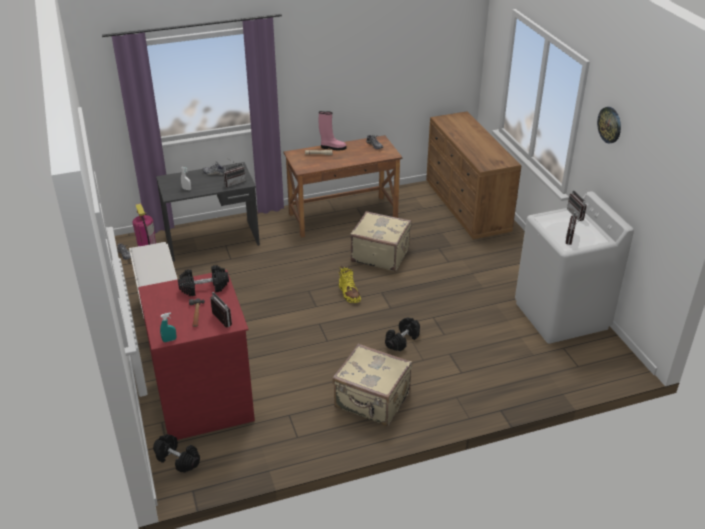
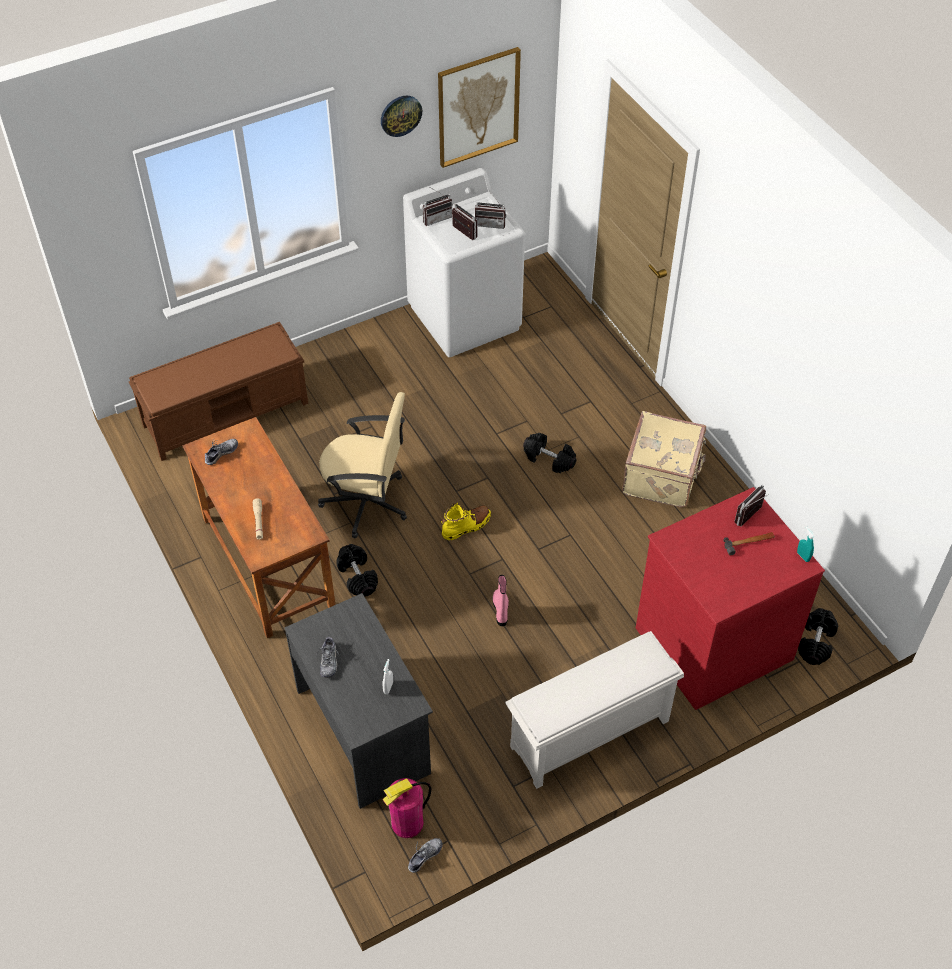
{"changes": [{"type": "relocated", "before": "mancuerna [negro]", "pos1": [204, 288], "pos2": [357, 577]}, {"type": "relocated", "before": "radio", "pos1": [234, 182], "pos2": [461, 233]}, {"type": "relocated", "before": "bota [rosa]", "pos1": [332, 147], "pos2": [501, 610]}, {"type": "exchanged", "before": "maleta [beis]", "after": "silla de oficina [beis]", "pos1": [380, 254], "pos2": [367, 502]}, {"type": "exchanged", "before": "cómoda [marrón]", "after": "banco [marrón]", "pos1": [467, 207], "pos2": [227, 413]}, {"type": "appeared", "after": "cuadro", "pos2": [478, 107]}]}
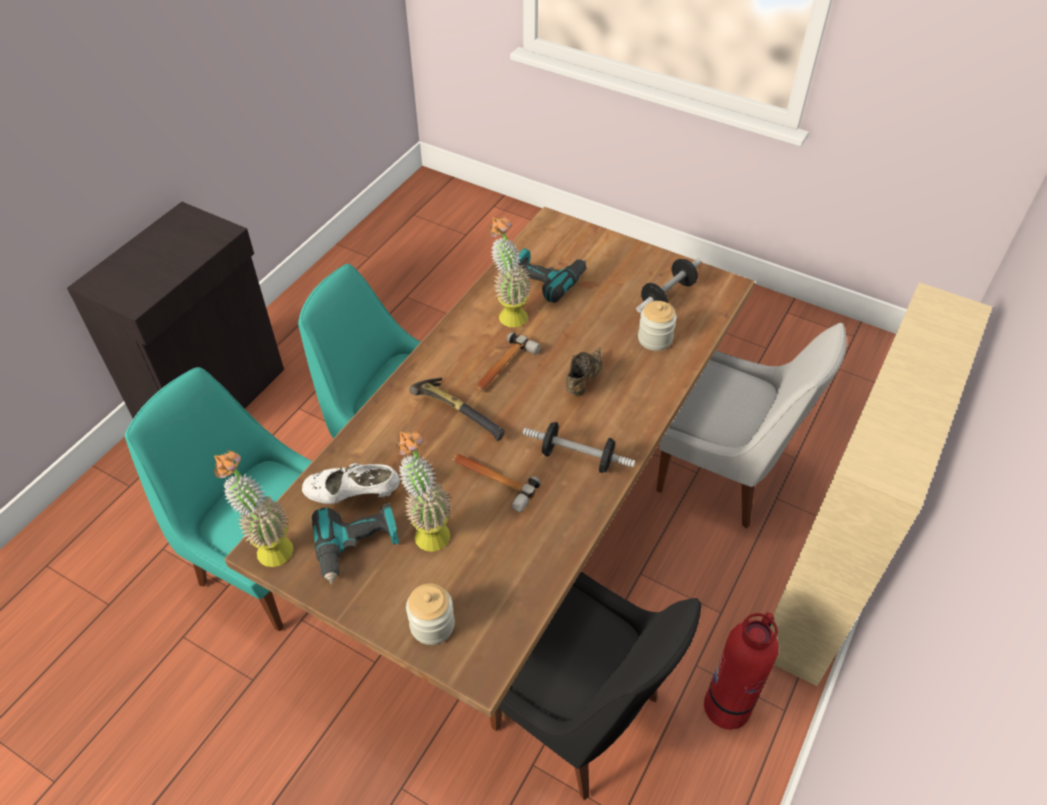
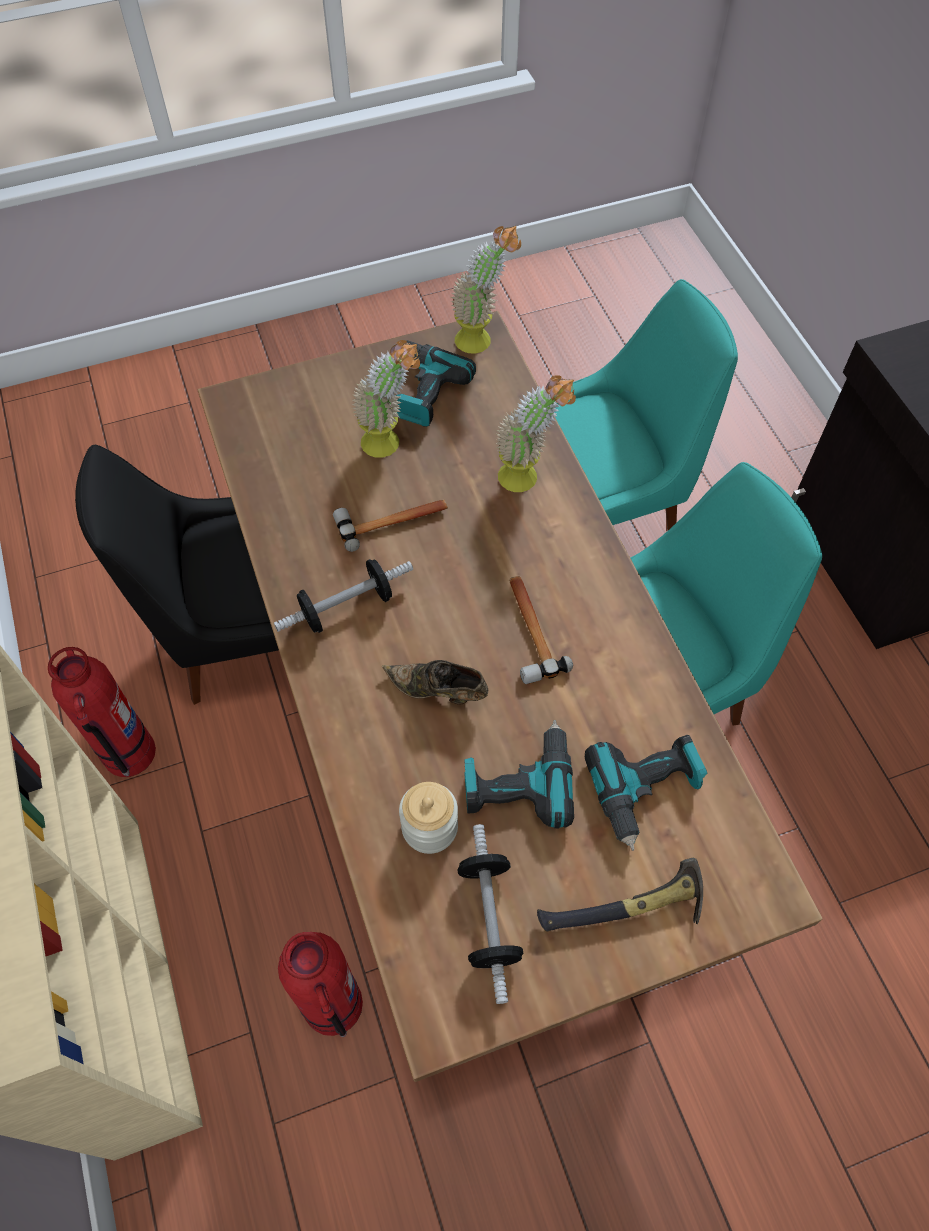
{"changes": [{"type": "missing", "before": "zapato [blanco]", "pos1": [353, 495]}, {"type": "missing", "before": "tarro", "pos1": [432, 625]}, {"type": "relocated", "before": "martillo", "pos1": [460, 412], "pos2": [627, 911]}, {"type": "relocated", "before": "planta en maceta", "pos1": [509, 312], "pos2": [528, 477]}, {"type": "spun", "before": "zapato [marrón]", "pos1": [582, 381], "pos2": [438, 692], "turn": 135}, {"type": "exchanged", "before": "silla [blanco]", "after": "extintor", "pos1": [725, 473], "pos2": [332, 1006]}, {"type": "appeared", "after": "taladro", "pos2": [518, 781]}]}
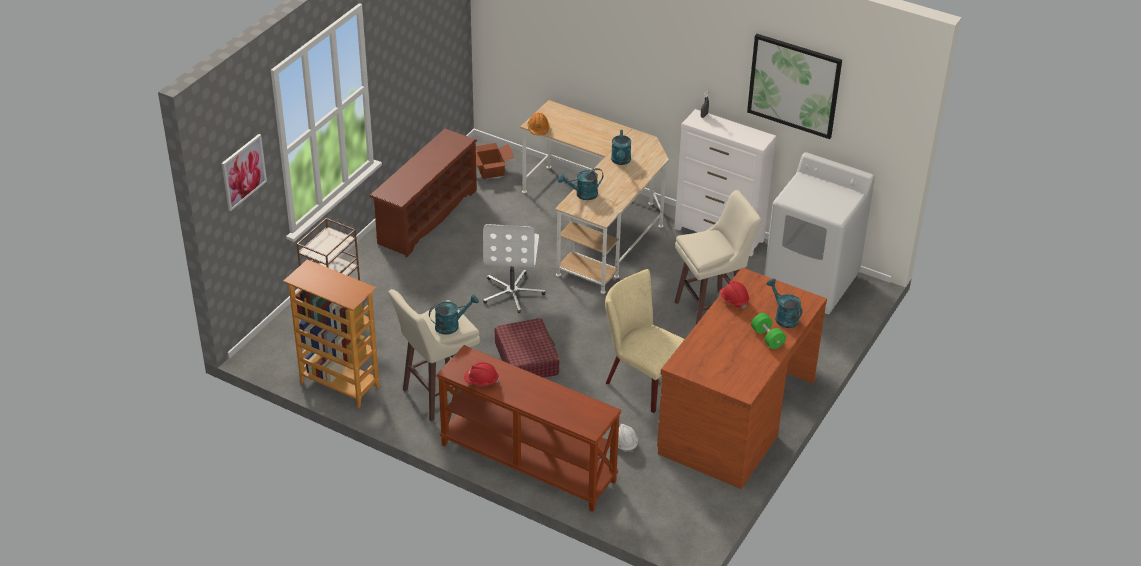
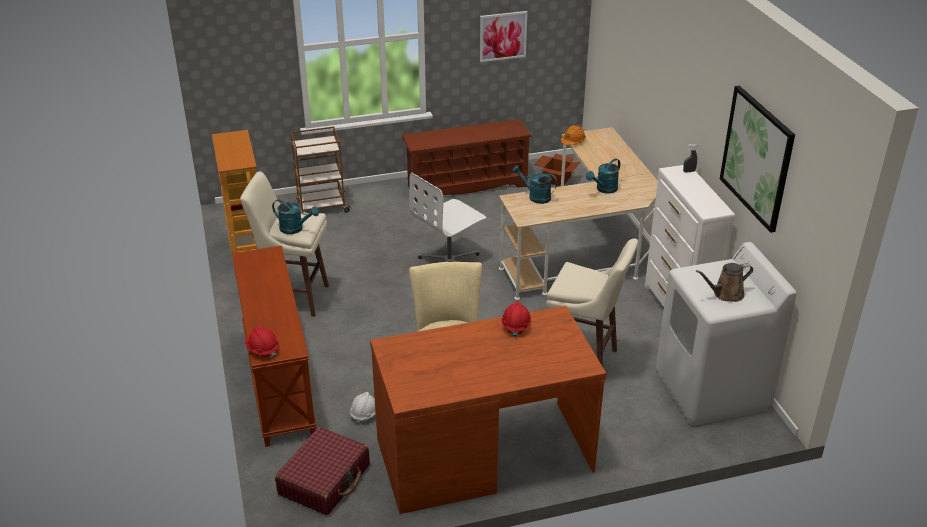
{"changes": [{"type": "relocated", "before": "cuadro", "pos1": [243, 172], "pos2": [502, 36]}, {"type": "relocated", "before": "casco [rojo]", "pos1": [481, 382], "pos2": [262, 349]}, {"type": "relocated", "before": "maleta [rojo]", "pos1": [526, 359], "pos2": [324, 480]}, {"type": "missing", "before": "mancuerna [verde]", "pos1": [767, 338]}, {"type": "missing", "before": "regadera [turquesa]", "pos1": [783, 317]}, {"type": "appeared", "after": "regadera [marrón]", "pos2": [725, 294]}]}
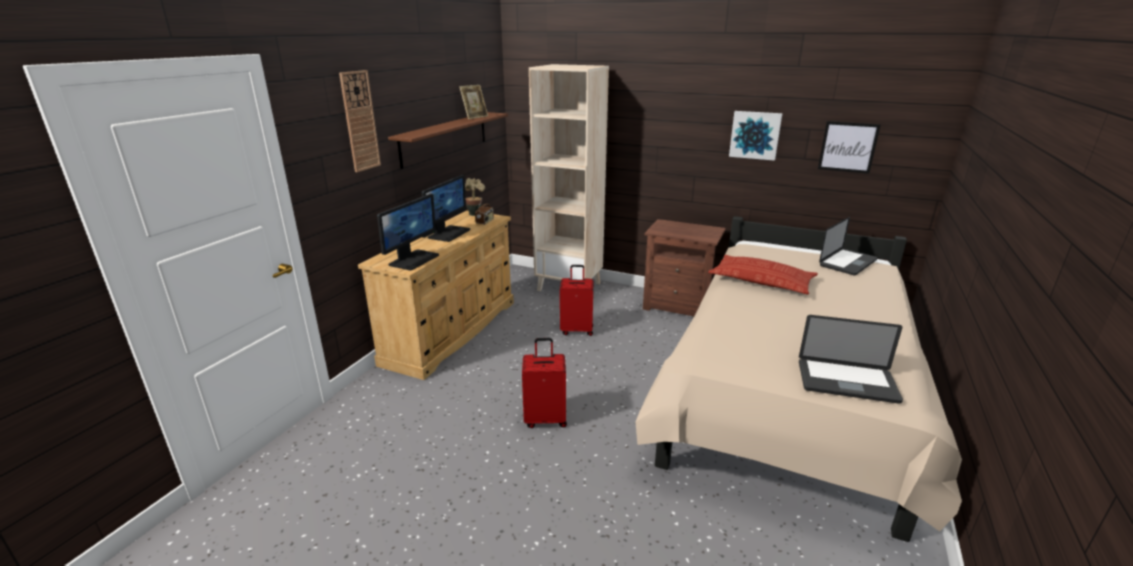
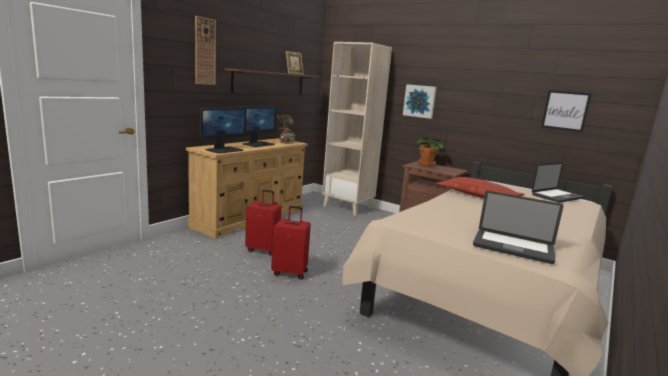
{"changes": [{"type": "relocated", "before": "maleta [rojo]", "pos1": [577, 330], "pos2": [263, 250]}, {"type": "relocated", "before": "cuadro", "pos1": [755, 135], "pos2": [420, 101]}, {"type": "appeared", "after": "planta en maceta", "pos2": [426, 165]}]}
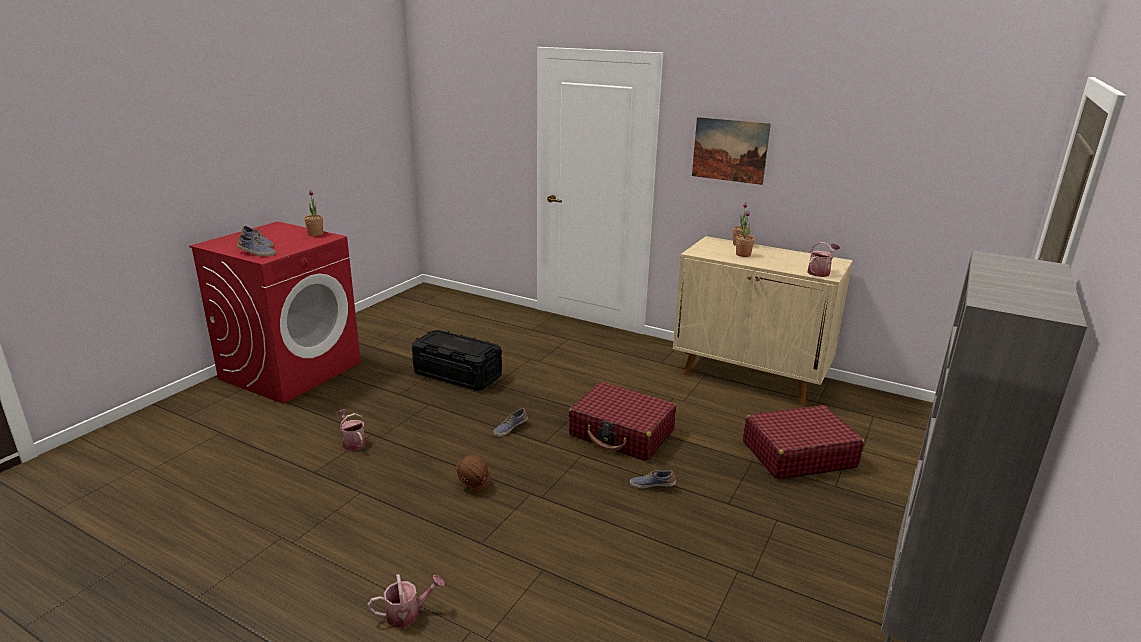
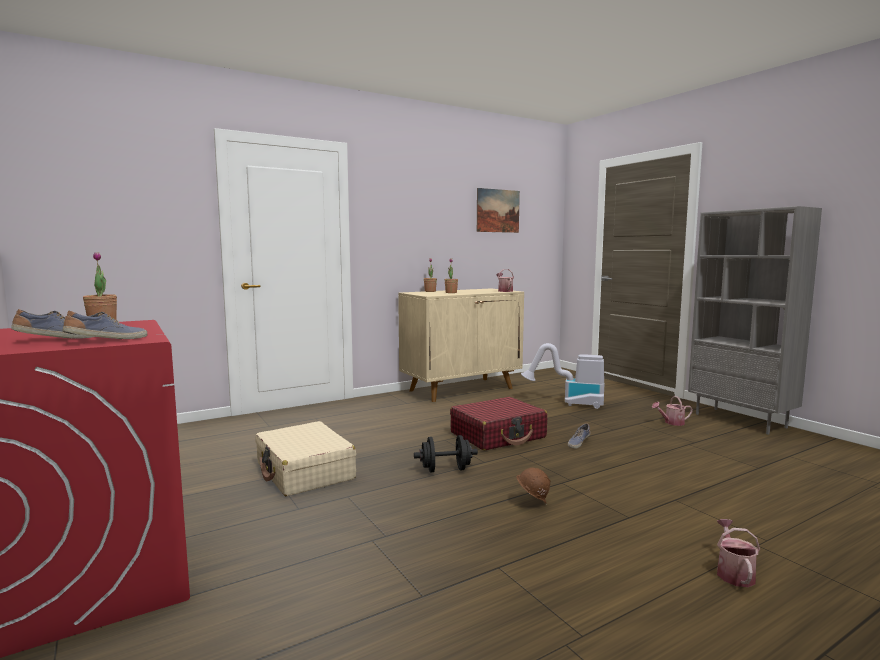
{"changes": [{"type": "relocated", "before": "regadera", "pos1": [352, 442], "pos2": [671, 423]}, {"type": "exchanged", "before": "caja de almacenaje [negro]", "after": "maleta [beis]", "pos1": [457, 375], "pos2": [305, 471]}, {"type": "exchanged", "before": "zapato", "after": "mancuerna [negro]", "pos1": [510, 428], "pos2": [445, 470]}, {"type": "relocated", "before": "cuadro", "pos1": [730, 150], "pos2": [498, 211]}, {"type": "exchanged", "before": "maleta [rojo]", "after": "aspiradora", "pos1": [798, 454], "pos2": [569, 403]}]}
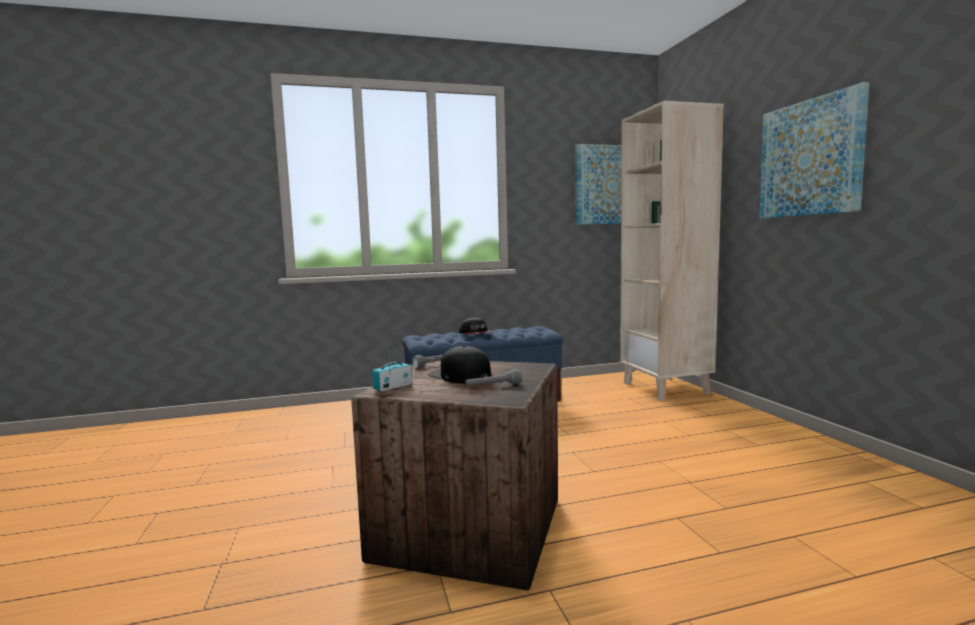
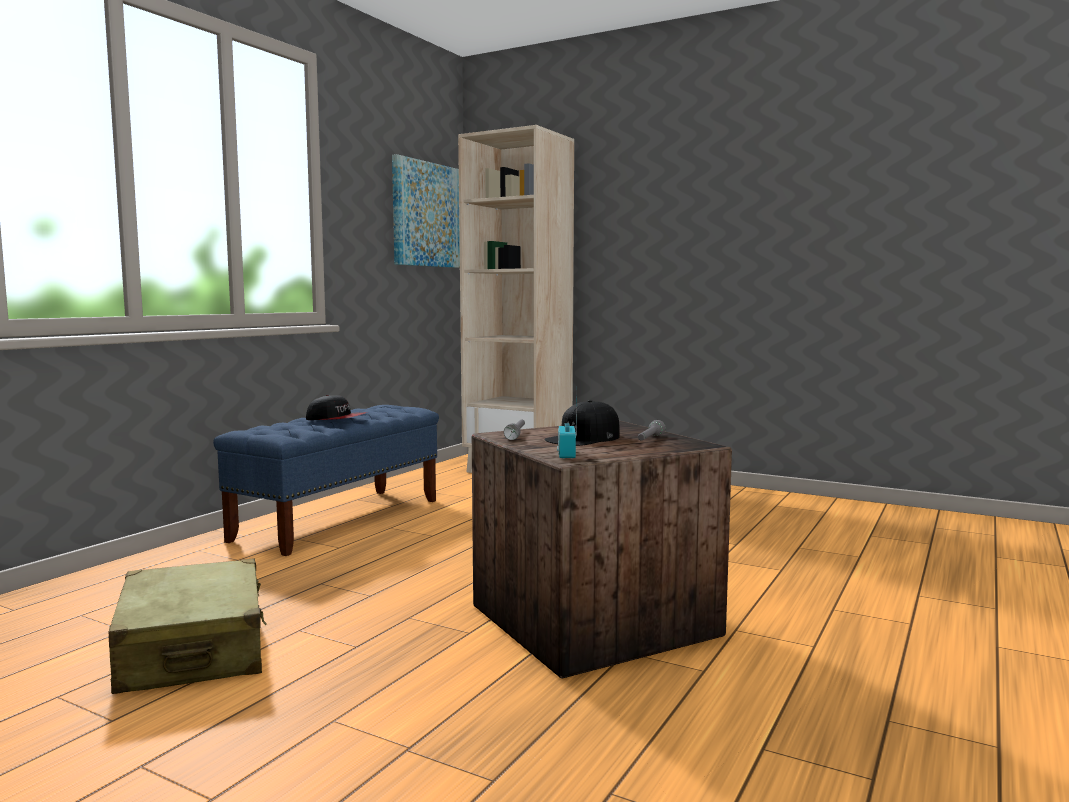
{"changes": [{"type": "spun", "before": "gorra [negro]", "pos1": [459, 375], "pos2": [583, 438], "turn": -45}, {"type": "missing", "before": "cuadro", "pos1": [810, 158]}, {"type": "appeared", "after": "maleta [beis]", "pos2": [193, 650]}]}
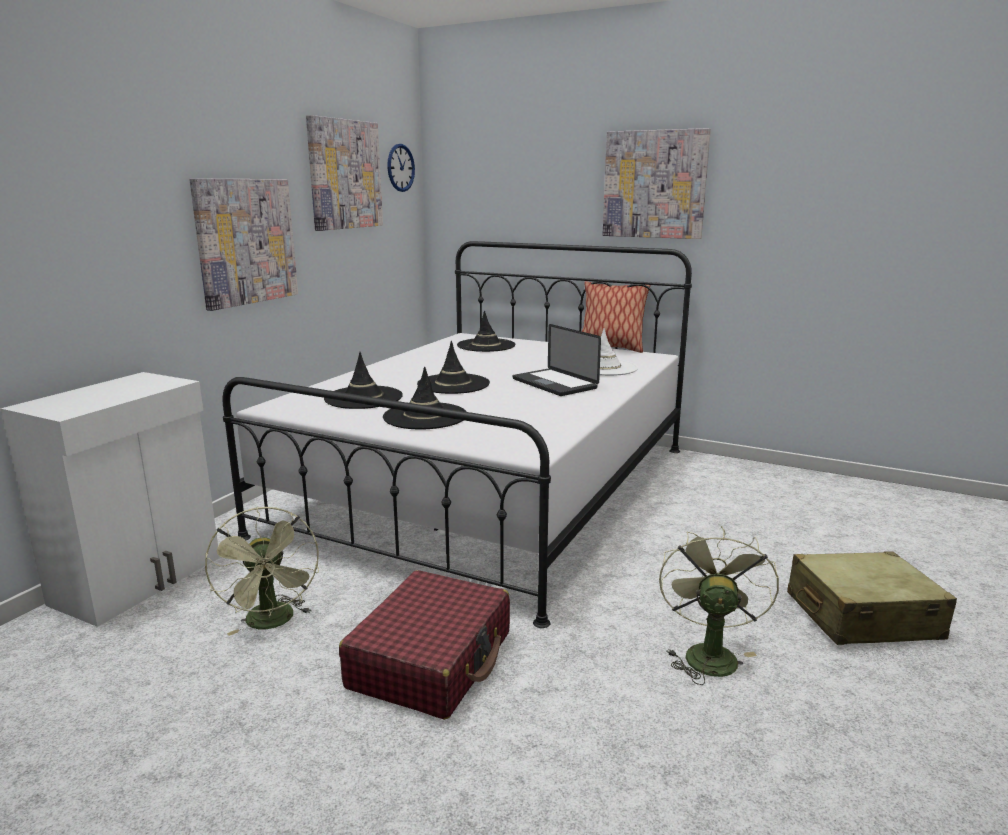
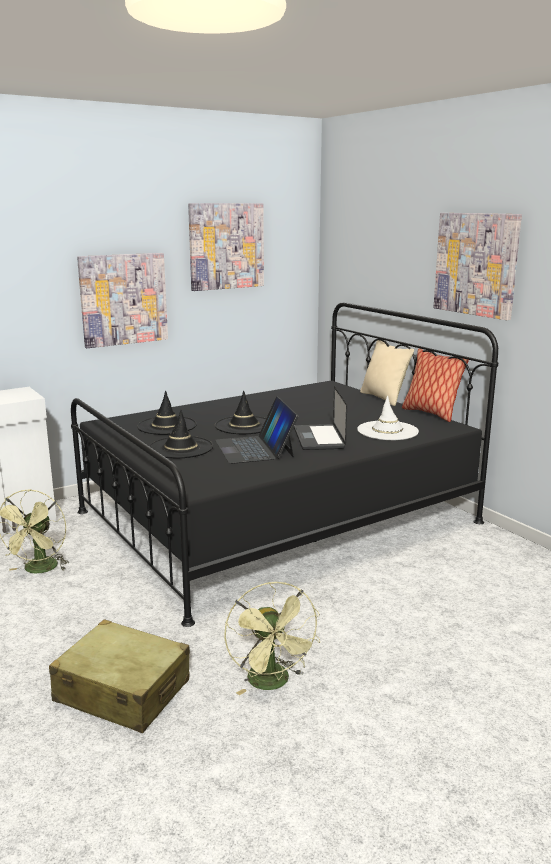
{"changes": [{"type": "colour", "before": "cama [blanco]", "after": "cama [negro]", "pos1": [488, 488], "pos2": [277, 517]}, {"type": "missing", "before": "maleta [rojo]", "pos1": [432, 660]}, {"type": "missing", "before": "reloj de pared", "pos1": [400, 168]}, {"type": "missing", "before": "sombrero [negro]", "pos1": [486, 345]}, {"type": "spun", "before": "ventilador [verde]", "pos1": [708, 653], "pos2": [273, 683], "turn": 120}, {"type": "relocated", "before": "maleta [beis]", "pos1": [862, 616], "pos2": [122, 691]}, {"type": "appeared", "after": "portátil", "pos2": [255, 448]}, {"type": "appeared", "after": "cojín [beis]", "pos2": [384, 398]}]}
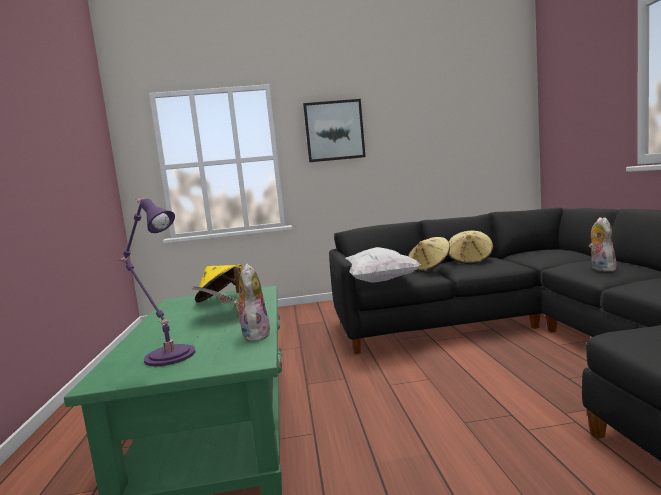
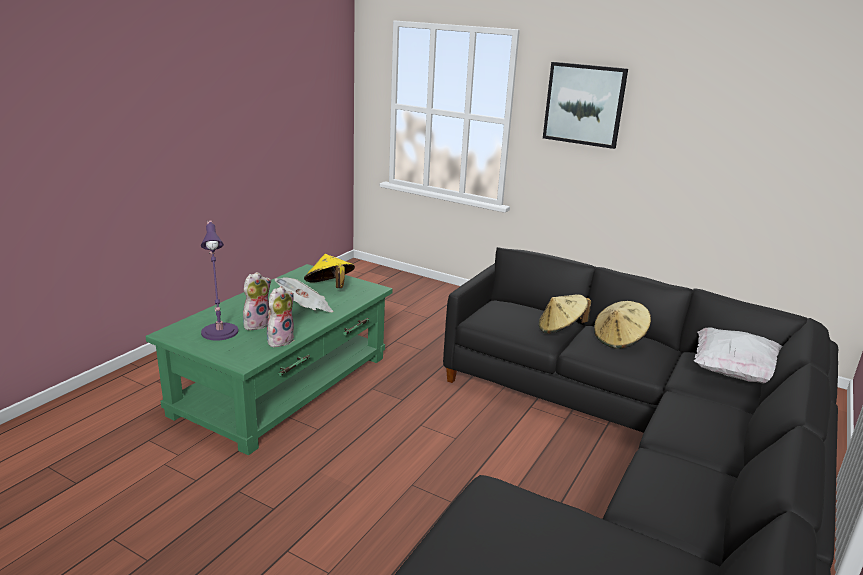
{"changes": [{"type": "relocated", "before": "cojín [blanco]", "pos1": [378, 281], "pos2": [736, 373]}, {"type": "relocated", "before": "peluche", "pos1": [600, 269], "pos2": [257, 324]}]}
